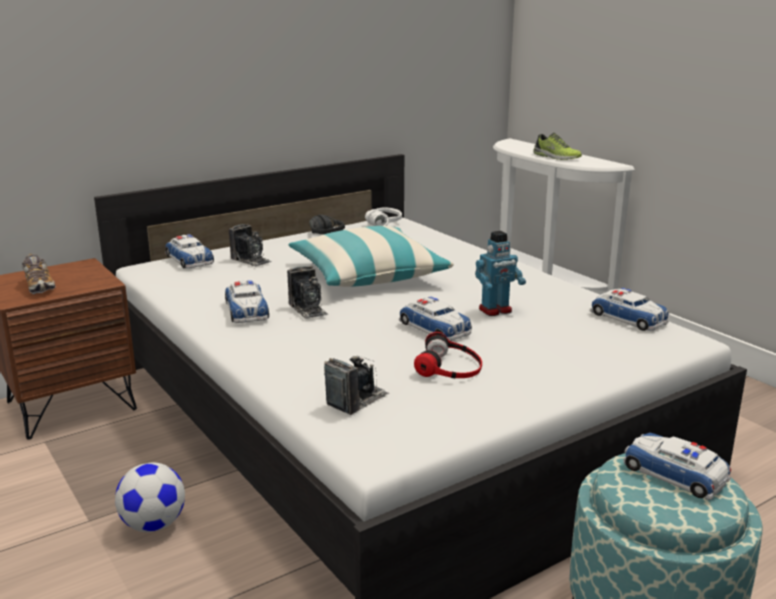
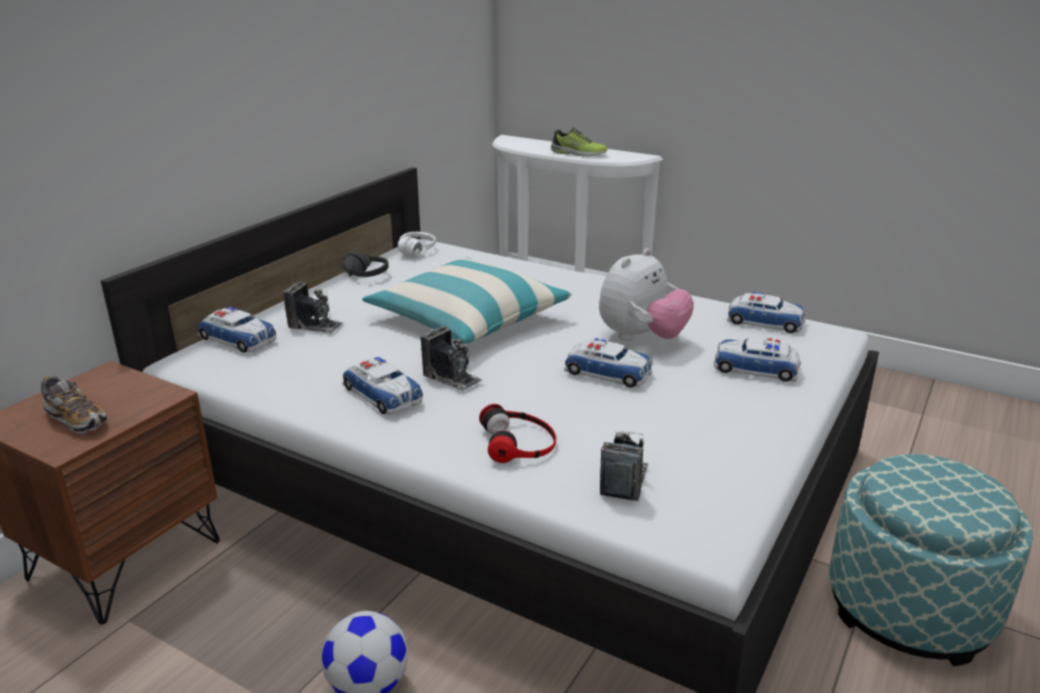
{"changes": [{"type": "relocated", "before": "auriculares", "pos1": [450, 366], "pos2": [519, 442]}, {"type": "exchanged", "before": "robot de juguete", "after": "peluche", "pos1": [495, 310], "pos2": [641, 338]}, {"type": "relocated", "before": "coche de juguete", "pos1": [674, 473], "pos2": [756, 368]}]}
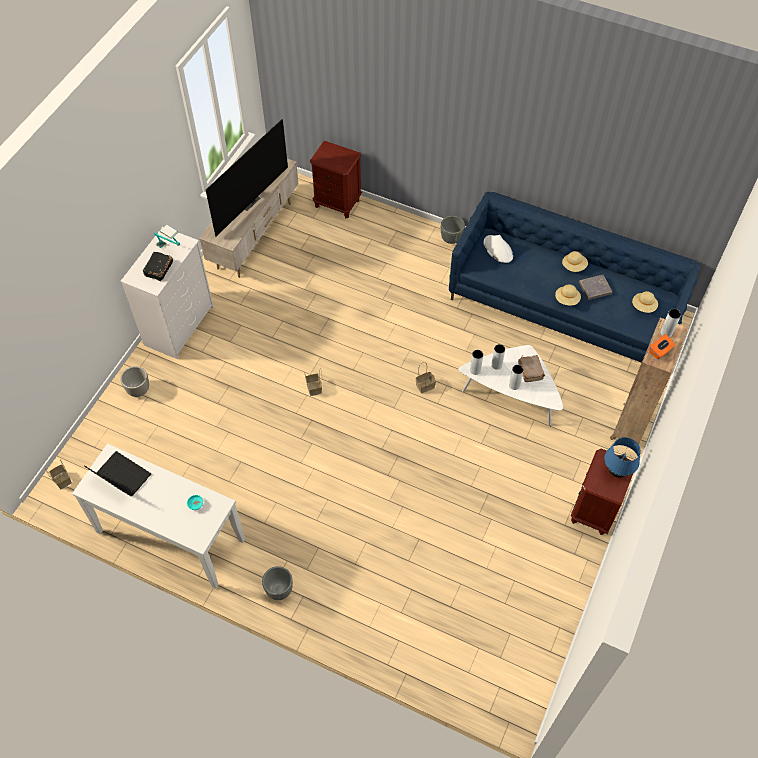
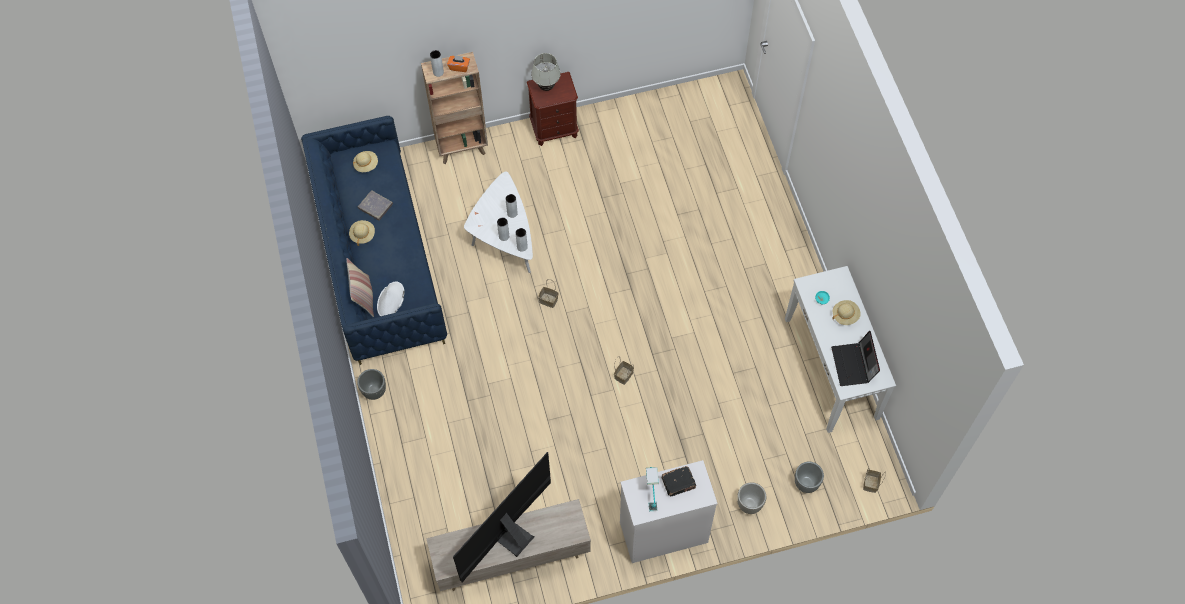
{"changes": [{"type": "spun", "before": "televisor", "pos1": [248, 201], "pos2": [512, 537], "turn": -45}, {"type": "relocated", "before": "maceta [gris]", "pos1": [279, 590], "pos2": [806, 483]}, {"type": "missing", "before": "mesita de noche [marrón]", "pos1": [337, 203]}, {"type": "missing", "before": "libro [marrón]", "pos1": [530, 371]}, {"type": "relocated", "before": "sombrero [beis]", "pos1": [567, 299], "pos2": [845, 315]}, {"type": "colour", "before": "lámpara de mesa [azul]", "after": "lámpara de mesa [blanco]", "pos1": [616, 472], "pos2": [546, 87]}, {"type": "appeared", "after": "cojín", "pos2": [364, 297]}]}
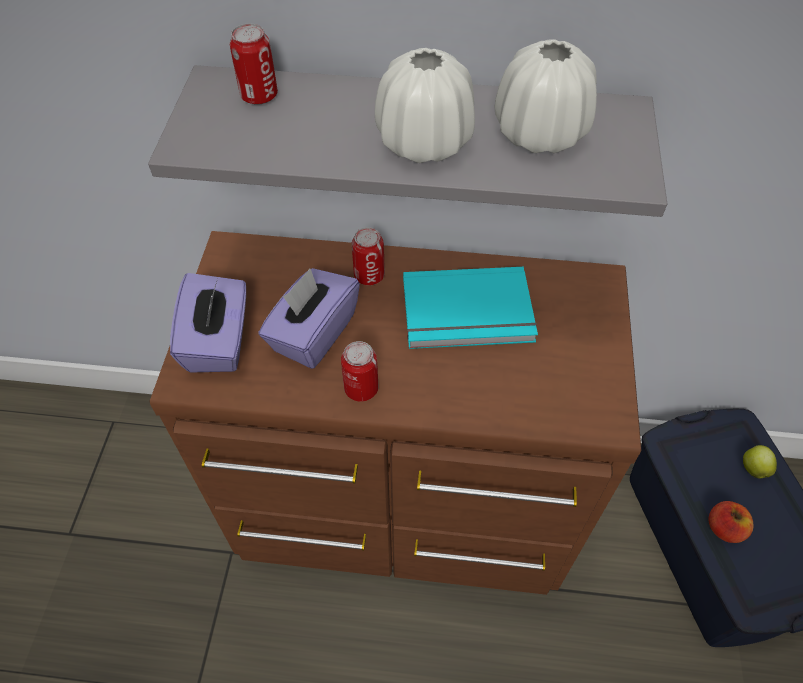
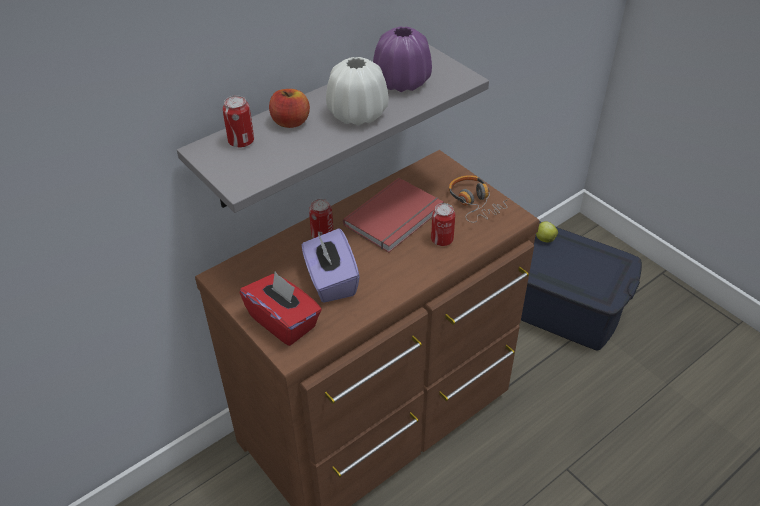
{"changes": [{"type": "colour", "before": "caja de pañuelos [morado]", "after": "caja de pañuelos [rojo]", "pos1": [219, 341], "pos2": [284, 321]}, {"type": "relocated", "before": "lata", "pos1": [361, 388], "pos2": [442, 240]}, {"type": "colour", "before": "libro [turquesa]", "after": "libro [rojo]", "pos1": [468, 314], "pos2": [396, 218]}, {"type": "colour", "before": "florero [blanco]", "after": "florero [morado]", "pos1": [540, 134], "pos2": [402, 82]}, {"type": "relocated", "before": "manzana", "pos1": [724, 528], "pos2": [290, 122]}, {"type": "appeared", "after": "auriculares", "pos2": [475, 203]}]}
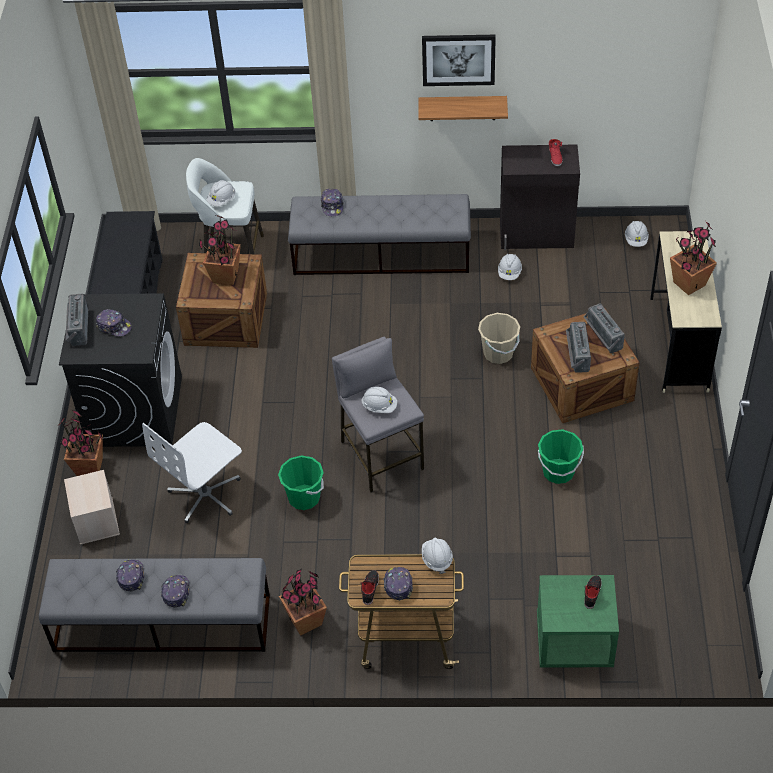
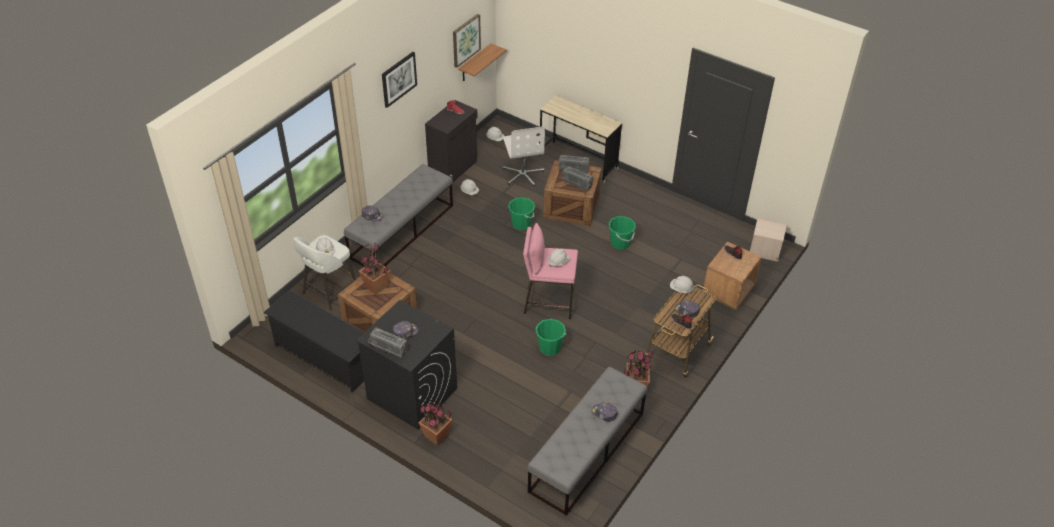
{"changes": [{"type": "relocated", "before": "caja de almacenaje [beis]", "pos1": [95, 520], "pos2": [764, 250]}, {"type": "missing", "before": "gorra", "pos1": [131, 576]}, {"type": "relocated", "before": "silla de oficina [blanco]", "pos1": [206, 494], "pos2": [523, 174]}, {"type": "colour", "before": "taburete [gris]", "after": "taburete [rosa]", "pos1": [381, 455], "pos2": [548, 302]}, {"type": "relocated", "before": "estante", "pos1": [462, 108], "pos2": [474, 63]}, {"type": "colour", "before": "cubo [beis]", "after": "cubo [verde]", "pos1": [498, 353], "pos2": [521, 224]}, {"type": "colour", "before": "mesita de noche [verde]", "after": "mesita de noche [marrón]", "pos1": [574, 641], "pos2": [728, 291]}, {"type": "missing", "before": "planta en maceta", "pos1": [688, 283]}, {"type": "appeared", "after": "cuadro", "pos2": [465, 40]}]}
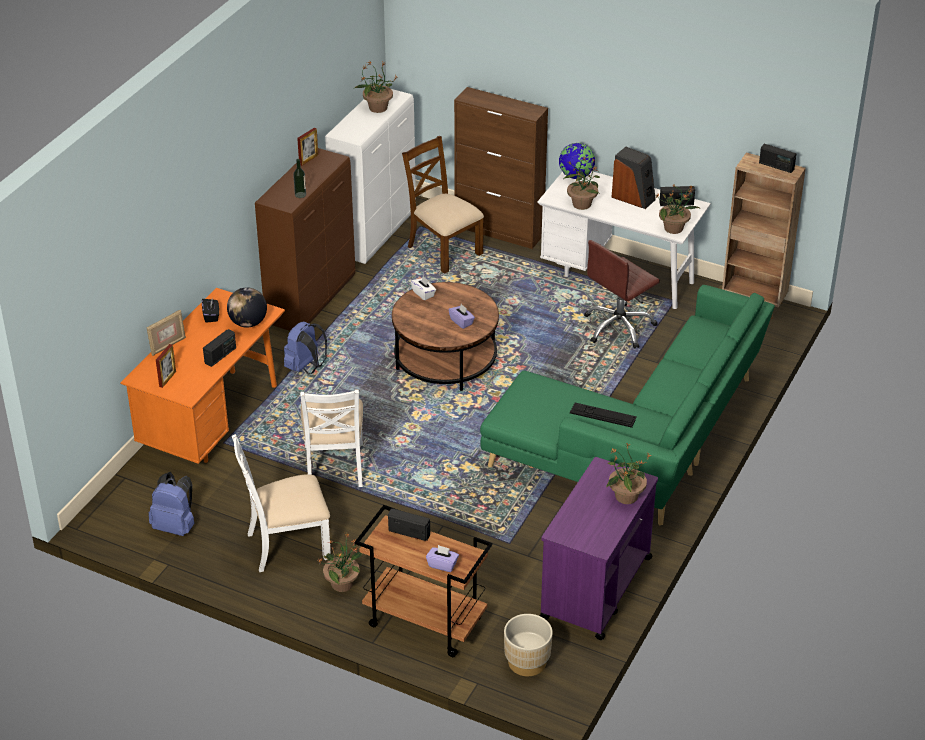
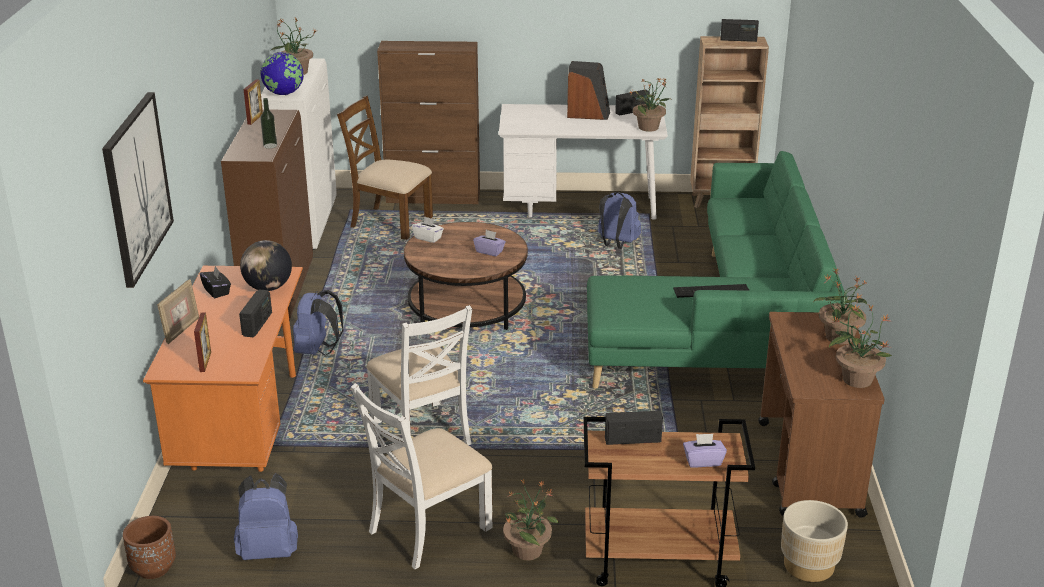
{"changes": [{"type": "colour", "before": "carrito [morado]", "after": "carrito [marrón]", "pos1": [595, 588], "pos2": [809, 468]}, {"type": "relocated", "before": "globo terráqueo", "pos1": [576, 176], "pos2": [284, 93]}, {"type": "relocated", "before": "planta en maceta", "pos1": [581, 204], "pos2": [856, 379]}, {"type": "exchanged", "before": "silla de oficina [marrón]", "after": "mochila [azul]", "pos1": [619, 327], "pos2": [616, 244]}, {"type": "appeared", "after": "cuadro", "pos2": [137, 187]}, {"type": "appeared", "after": "maceta [marrón]", "pos2": [154, 568]}]}
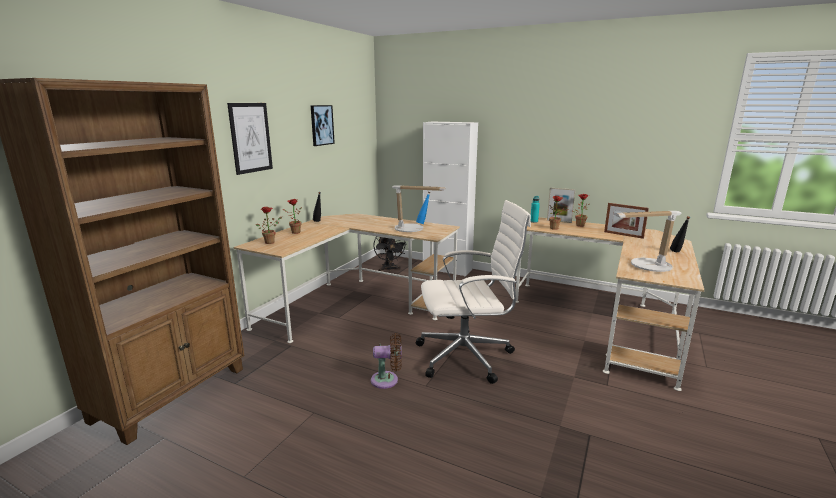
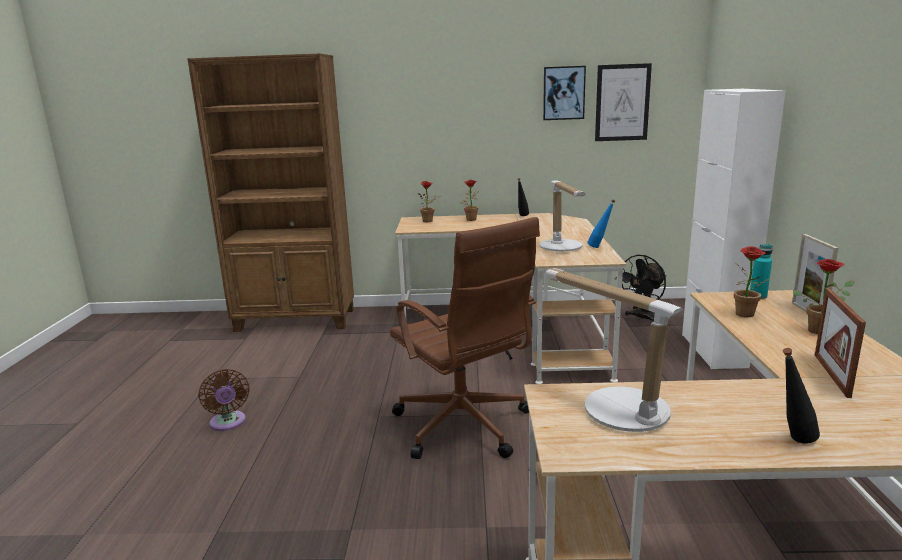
{"changes": [{"type": "relocated", "before": "cuadro", "pos1": [250, 138], "pos2": [622, 103]}, {"type": "relocated", "before": "ventilador [marrón]", "pos1": [387, 380], "pos2": [228, 423]}, {"type": "colour", "before": "silla de oficina [blanco]", "after": "silla de oficina [marrón]", "pos1": [467, 356], "pos2": [464, 427]}]}
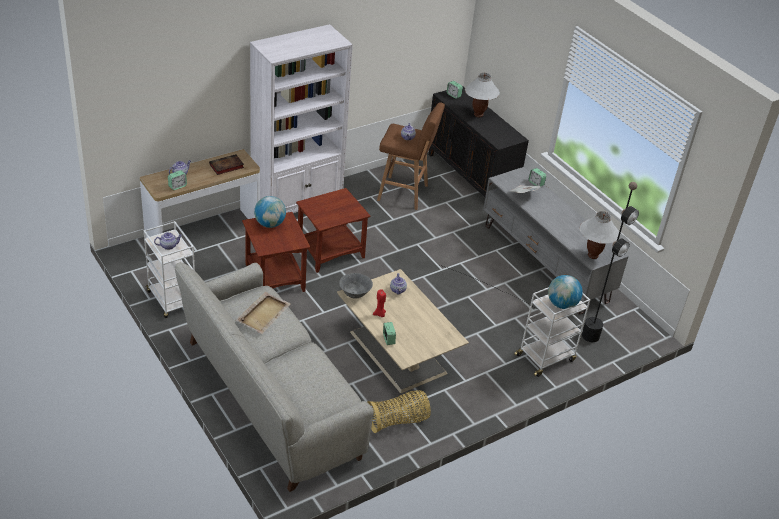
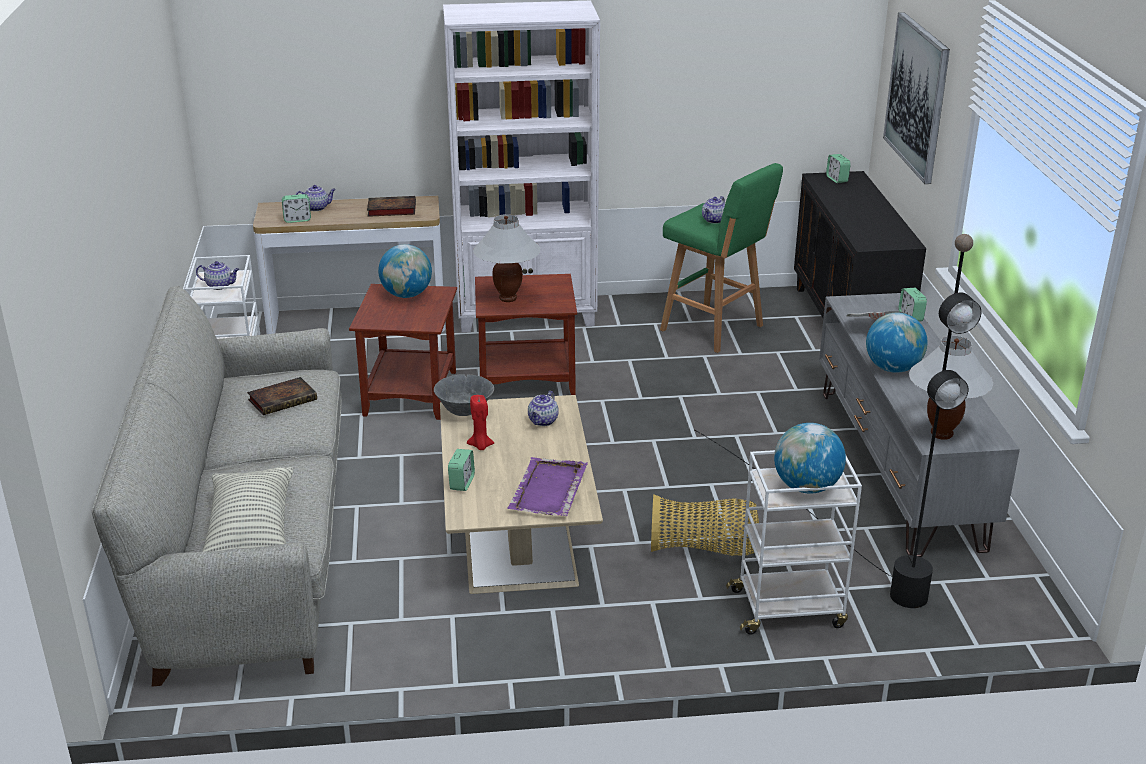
{"changes": [{"type": "exchanged", "before": "bandeja [beis]", "after": "libro", "pos1": [264, 314], "pos2": [284, 399]}, {"type": "relocated", "before": "cesta", "pos1": [398, 421], "pos2": [703, 549]}, {"type": "colour", "before": "taburete [marrón]", "after": "taburete [verde]", "pos1": [404, 193], "pos2": [714, 329]}, {"type": "relocated", "before": "lámpara de mesa [blanco]", "pos1": [478, 115], "pos2": [507, 298]}, {"type": "appeared", "after": "cojín", "pos2": [251, 531]}, {"type": "appeared", "after": "bandeja [morado]", "pos2": [548, 490]}, {"type": "appeared", "after": "globo terráqueo", "pos2": [892, 368]}, {"type": "appeared", "after": "cuadro", "pos2": [917, 96]}]}
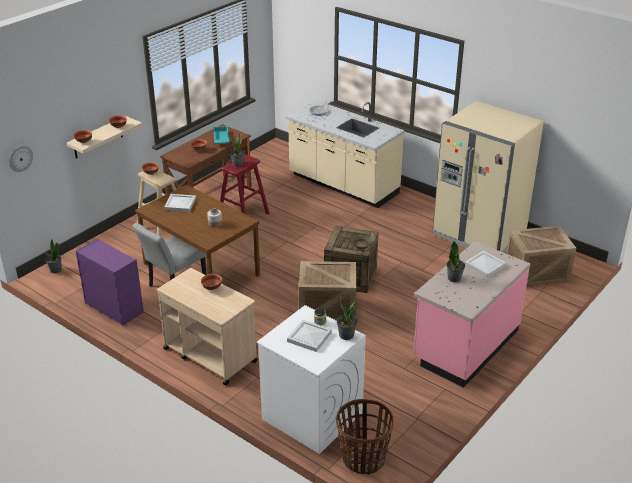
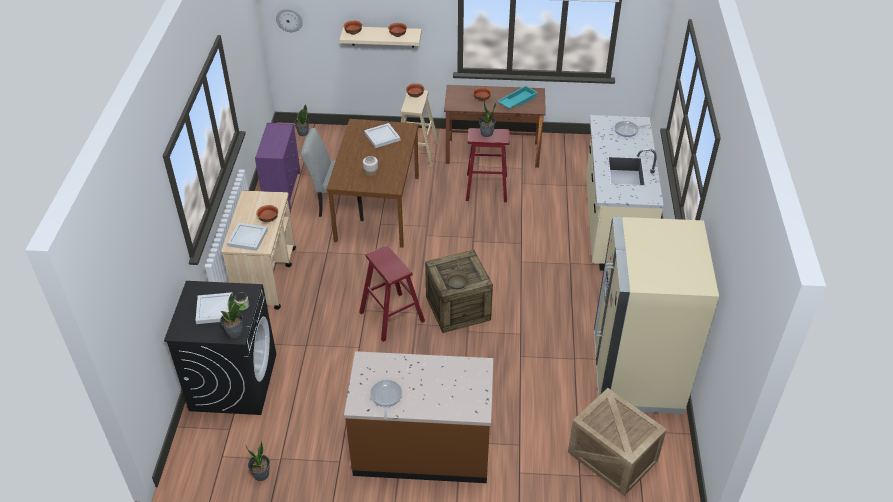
{"changes": [{"type": "colour", "before": "lavadora [blanco]", "after": "lavadora [negro]", "pos1": [311, 416], "pos2": [233, 381]}, {"type": "exchanged", "before": "caja de embalaje", "after": "taburete [rojo]", "pos1": [326, 309], "pos2": [391, 316]}, {"type": "missing", "before": "cesta", "pos1": [363, 459]}, {"type": "colour", "before": "mueble bajo de cocina [rosa]", "after": "mueble bajo de cocina [marrón]", "pos1": [465, 345], "pos2": [422, 448]}, {"type": "relocated", "before": "planta en maceta", "pos1": [454, 278], "pos2": [261, 474]}, {"type": "relocated", "before": "bandeja [blanco]", "pos1": [484, 265], "pos2": [247, 237]}, {"type": "appeared", "after": "sartén", "pos2": [386, 397]}]}
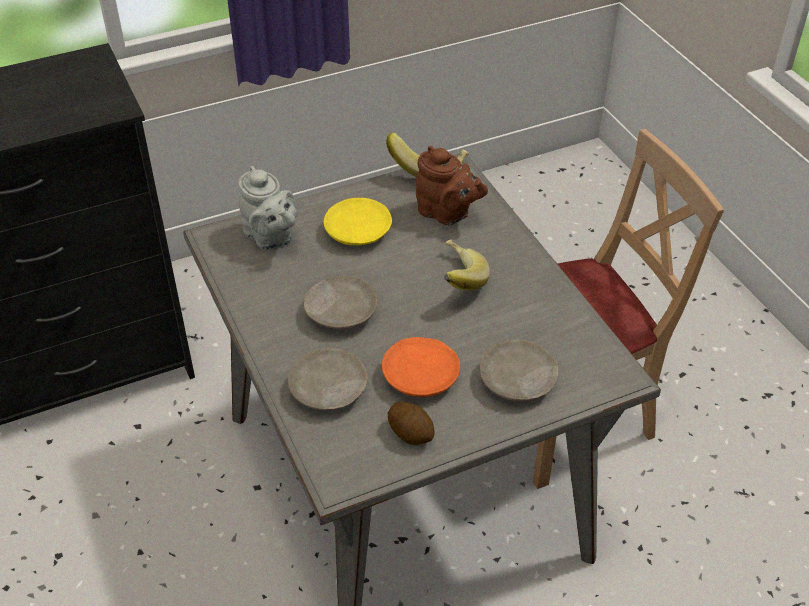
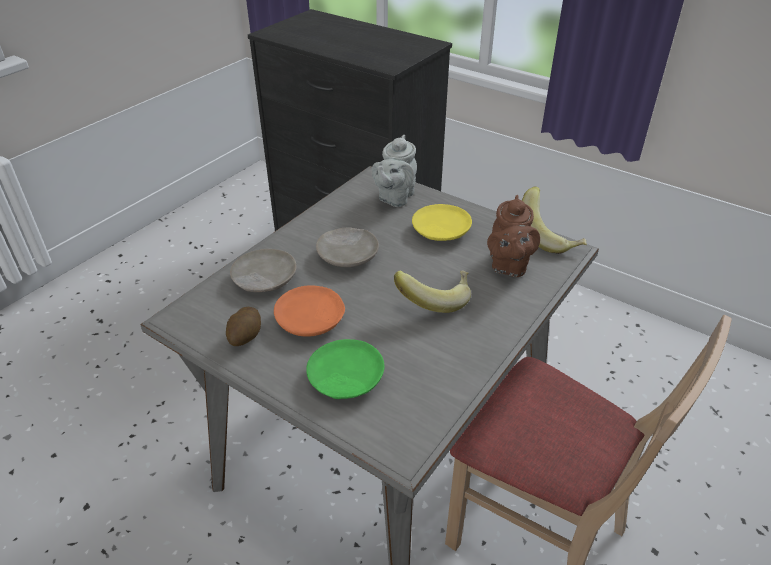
{"changes": [{"type": "colour", "before": "plato [beis]", "after": "plato [verde]", "pos1": [517, 380], "pos2": [345, 378]}]}
